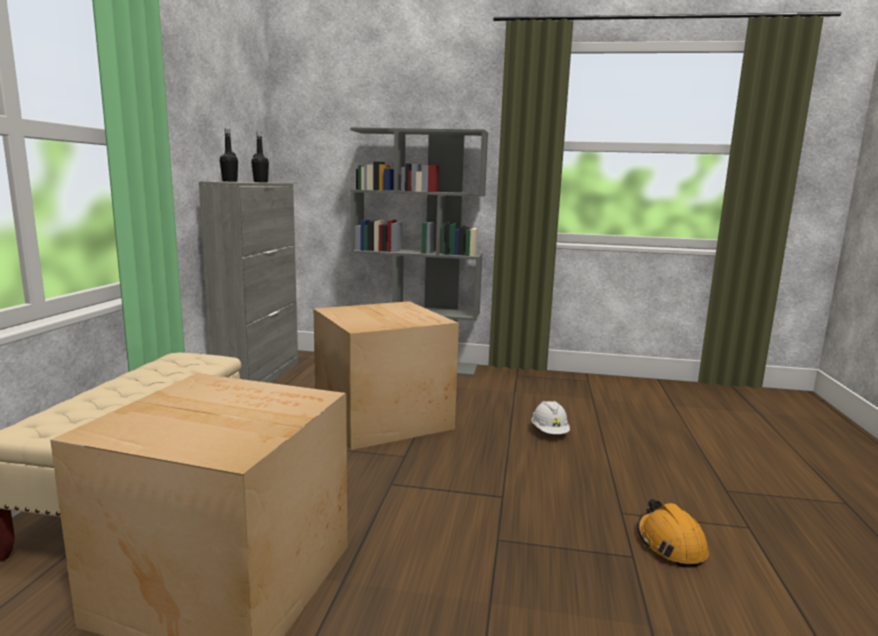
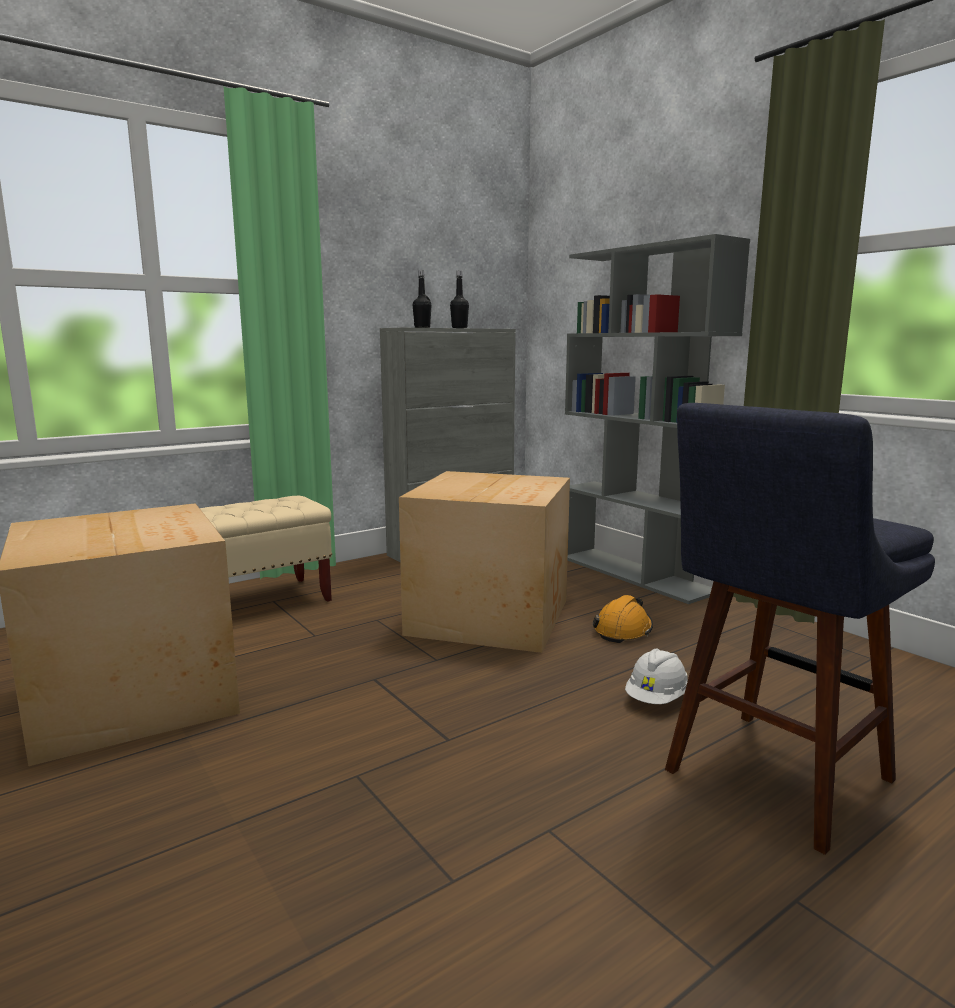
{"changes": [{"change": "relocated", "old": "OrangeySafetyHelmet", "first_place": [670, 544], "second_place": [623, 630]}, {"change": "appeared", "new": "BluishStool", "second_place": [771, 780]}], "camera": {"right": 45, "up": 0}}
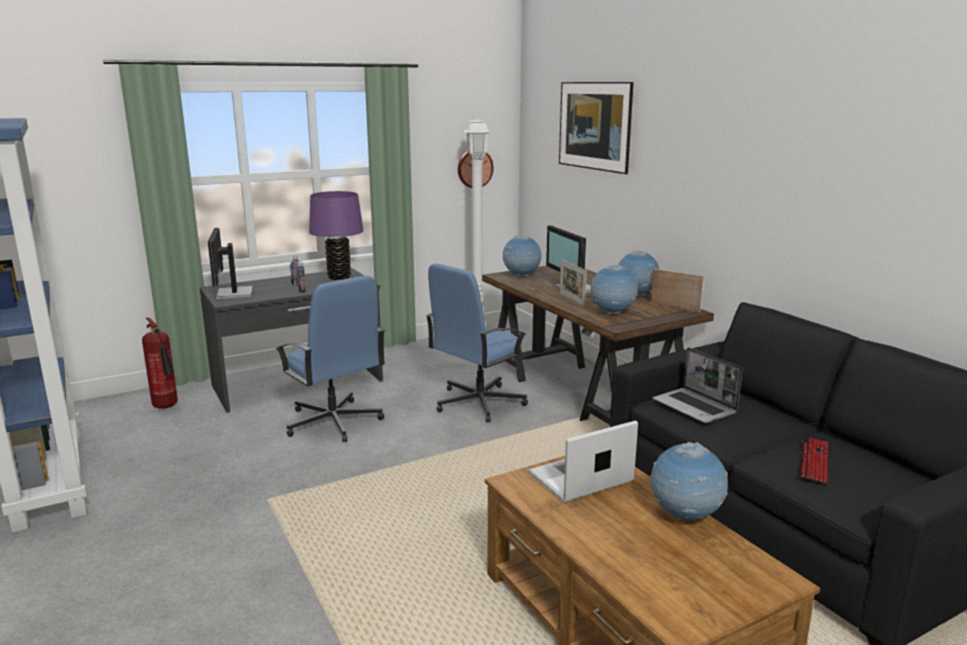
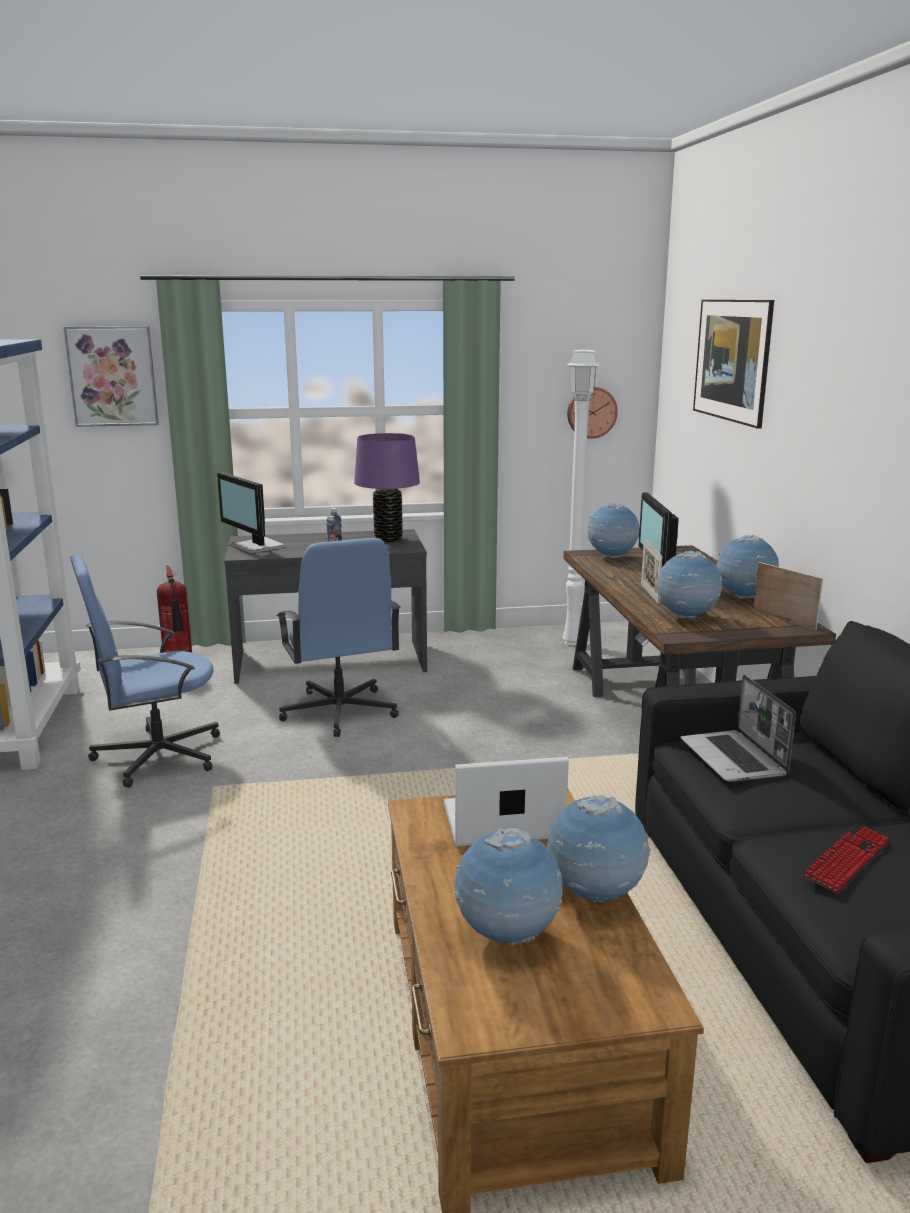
{"changes": [{"change": "appeared", "new": "WallArt", "second_place": [112, 376]}, {"change": "relocated", "old": "BluishComputerChair", "first_place": [478, 403], "second_place": [156, 756]}, {"change": "spun", "old": "ComputerScreen", "first_place": [232, 293], "second_place": [256, 546], "degrees": -45}, {"change": "appeared", "new": "DeskGlobe", "second_place": [507, 936]}], "camera": {"right": 20, "up": 0}}
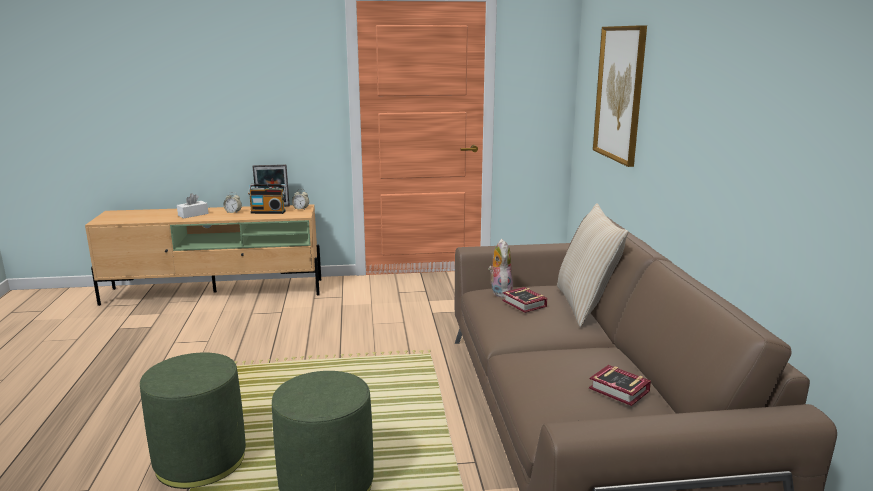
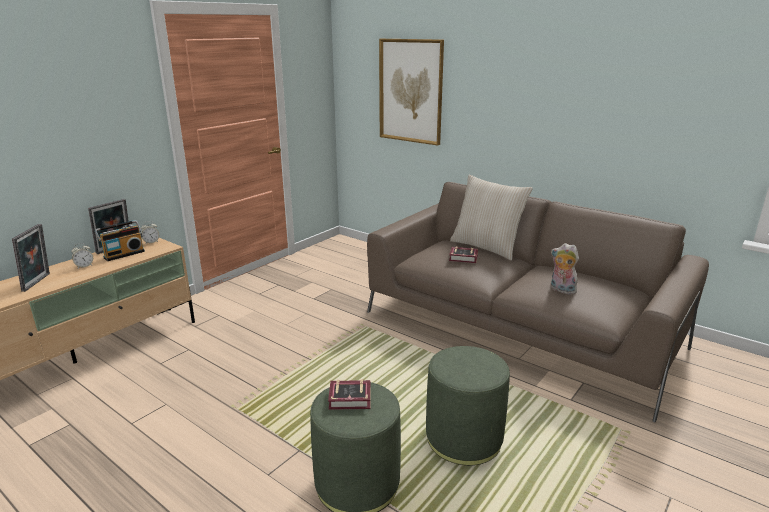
{"changes": [{"change": "exchanged", "old": "WhitishBoxOfTissues", "new": "PictureFrame", "first_place": [193, 214], "second_place": [38, 282]}, {"change": "relocated", "old": "BoundBook", "first_place": [620, 391], "second_place": [352, 399]}, {"change": "relocated", "old": "SoftToy", "first_place": [499, 292], "second_place": [561, 290]}], "camera": {"right": -45, "up": 5}}
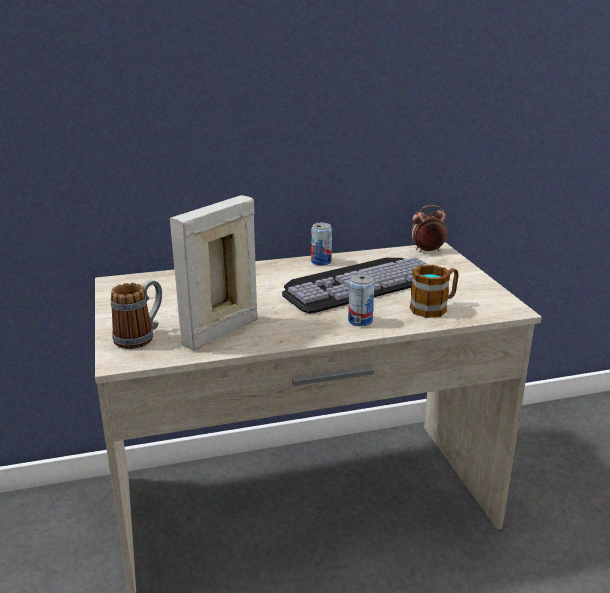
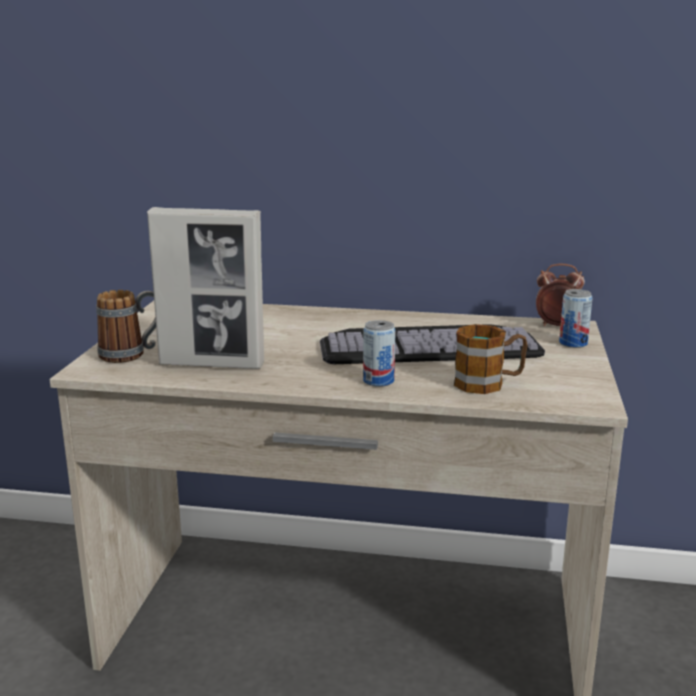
{"changes": [{"change": "spun", "old": "PictureFrame", "first_place": [220, 332], "second_place": [212, 364], "degrees": -150}, {"change": "relocated", "old": "Can", "first_place": [321, 262], "second_place": [573, 343]}], "camera": {"right": 25, "up": -5}}
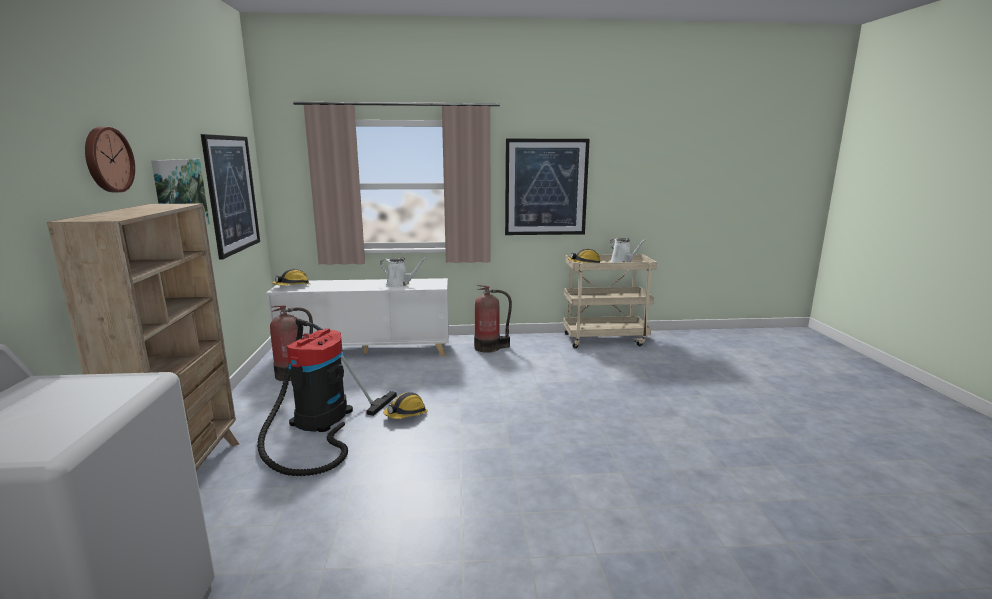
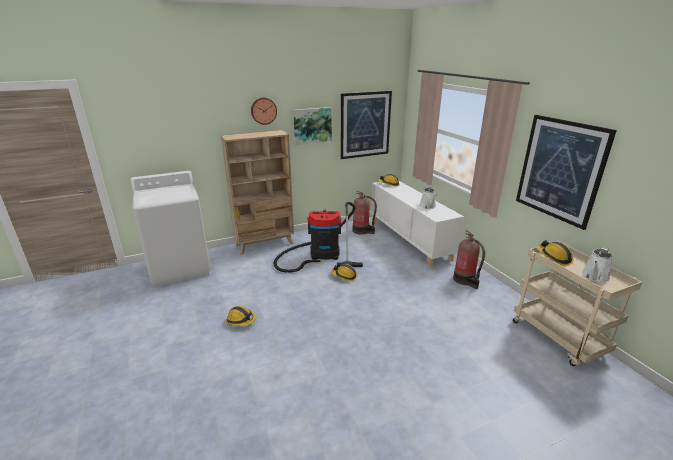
{"changes": [{"change": "appeared", "new": "SafetyHelmet", "second_place": [241, 320]}], "camera": {"right": 70, "up": 10}}
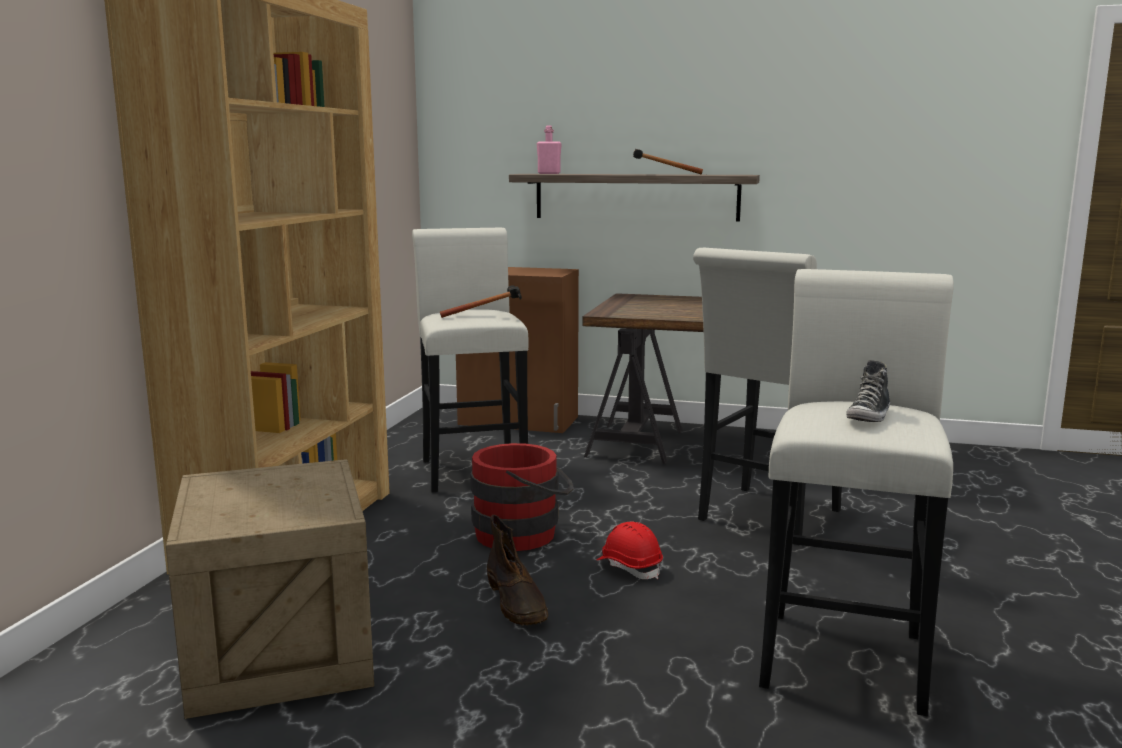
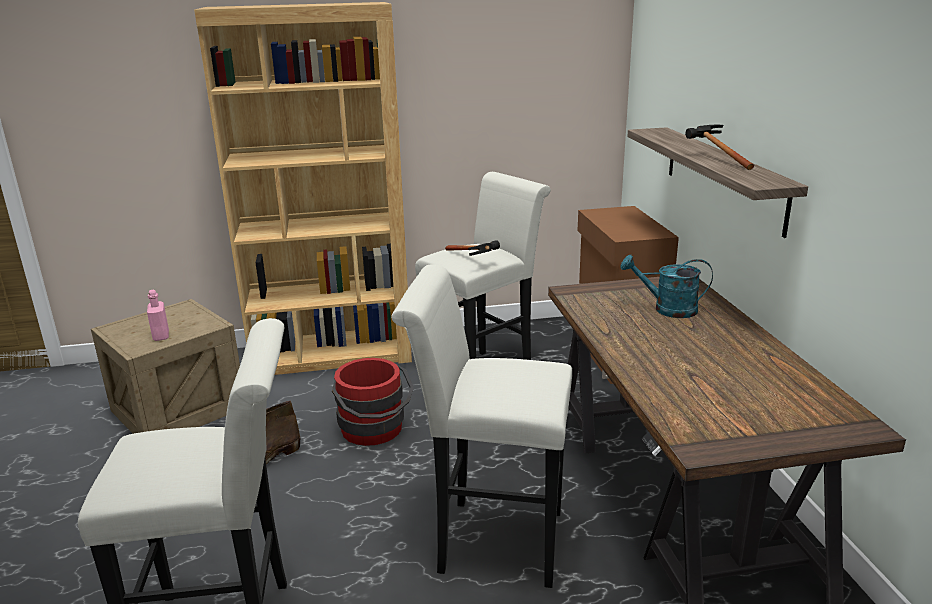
{"changes": [{"change": "relocated", "old": "PinkishBottle", "first_place": [549, 173], "second_place": [161, 336]}, {"change": "appeared", "new": "TurquoiseColouredWateringCan", "second_place": [667, 309]}, {"change": "missing", "old": "RedColouredSafetyHelmet", "first_place": [629, 567]}, {"change": "missing", "old": "Shoe", "first_place": [869, 416]}], "camera": {"right": 65, "up": 10}}
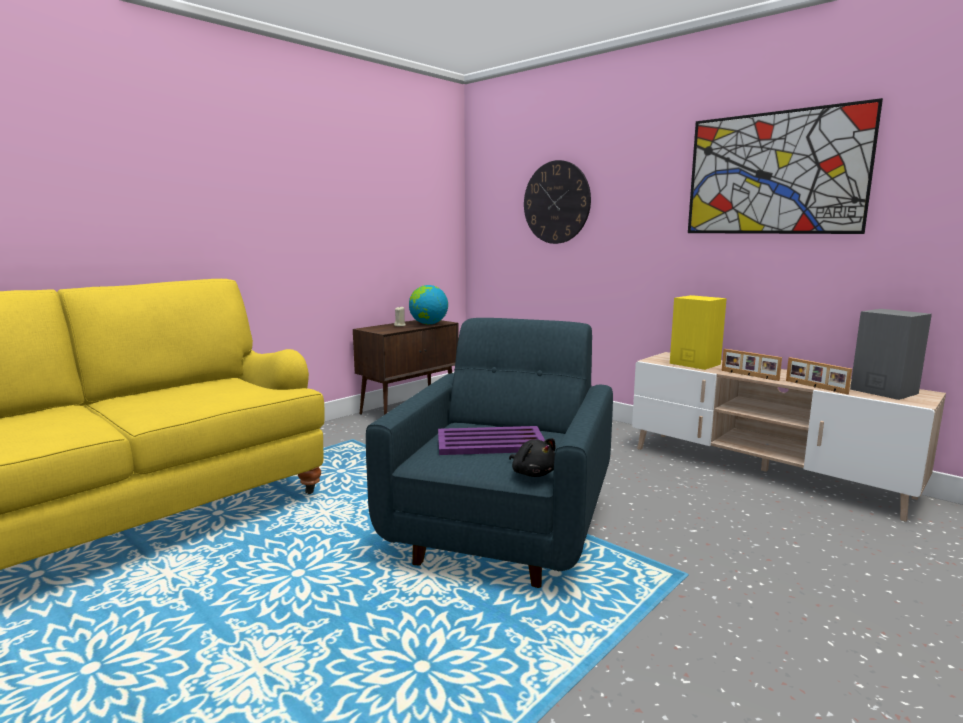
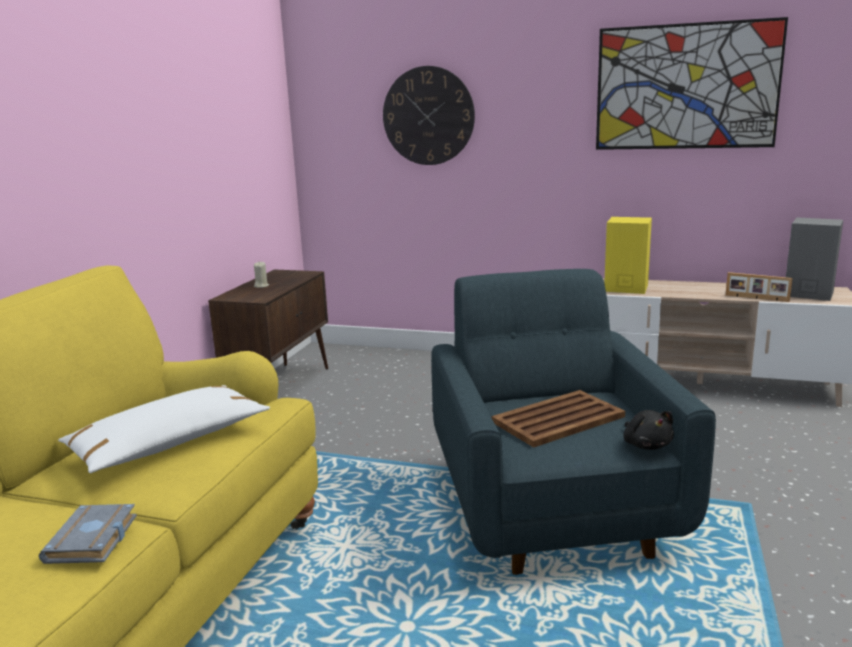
{"changes": [{"change": "appeared", "new": "GrayBoundBook", "second_place": [94, 540]}, {"change": "appeared", "new": "WhitishPillow", "second_place": [169, 443]}, {"change": "colour", "old": "PurplishServingTray", "new": "BrownColouredServingTray", "first_place": [492, 442], "second_place": [559, 419]}, {"change": "spun", "old": "BlackColouredSoftToy", "first_place": [532, 473], "second_place": [646, 445], "degrees": 45}, {"change": "missing", "old": "DeskGlobe", "first_place": [428, 324]}, {"change": "missing", "old": "PictureFrame", "first_place": [749, 375]}], "camera": {"right": -25, "up": 5}}
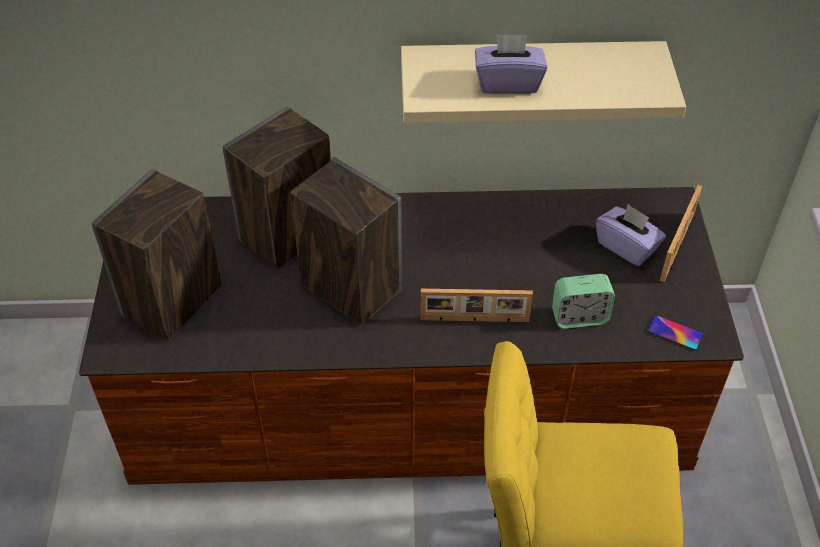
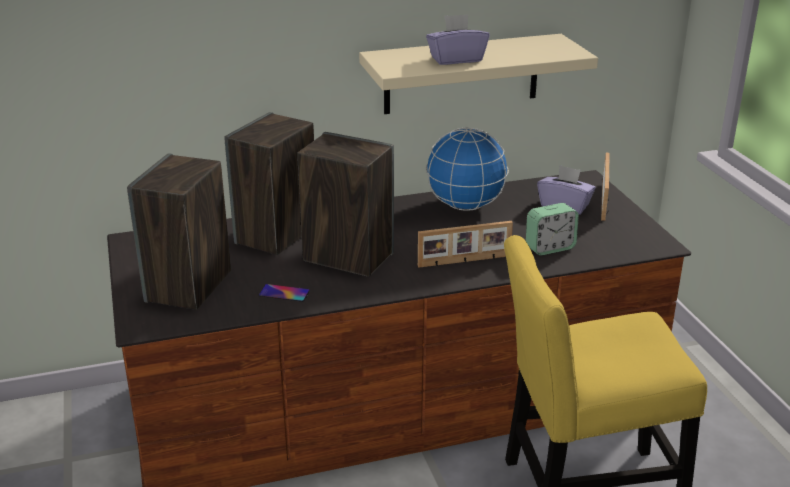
{"changes": [{"change": "relocated", "old": "Phone", "first_place": [675, 333], "second_place": [284, 293]}, {"change": "appeared", "new": "DeskGlobe", "second_place": [466, 206]}], "camera": {"right": -15, "up": -20}}
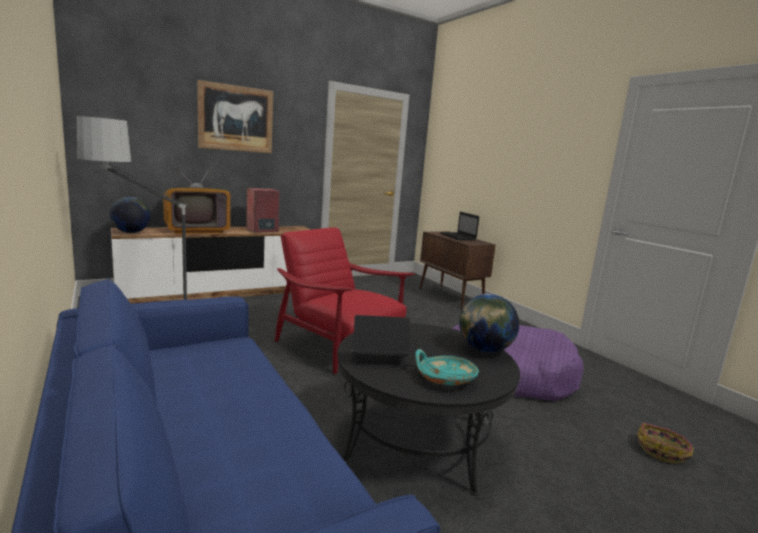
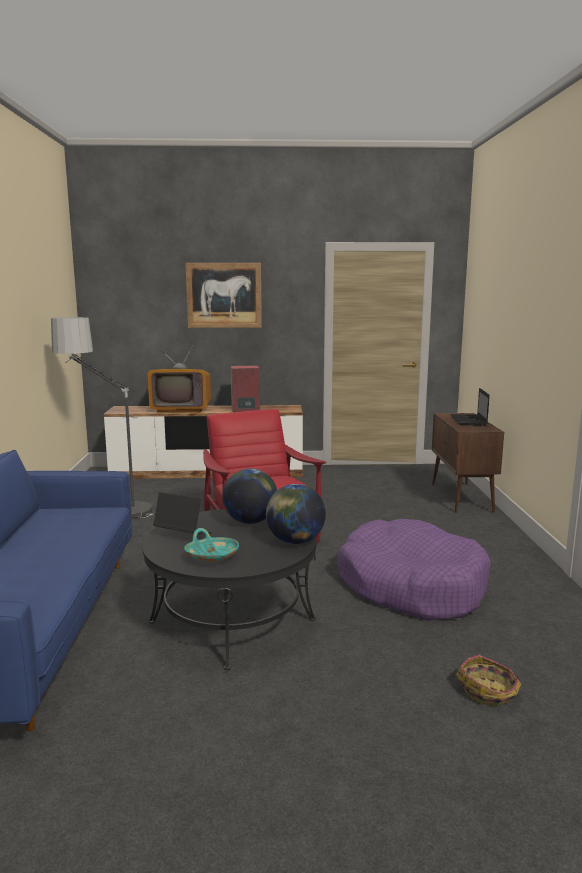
{"changes": [{"change": "relocated", "old": "DeskGlobe", "first_place": [131, 232], "second_place": [250, 521]}], "camera": {"right": 30, "up": 0}}
